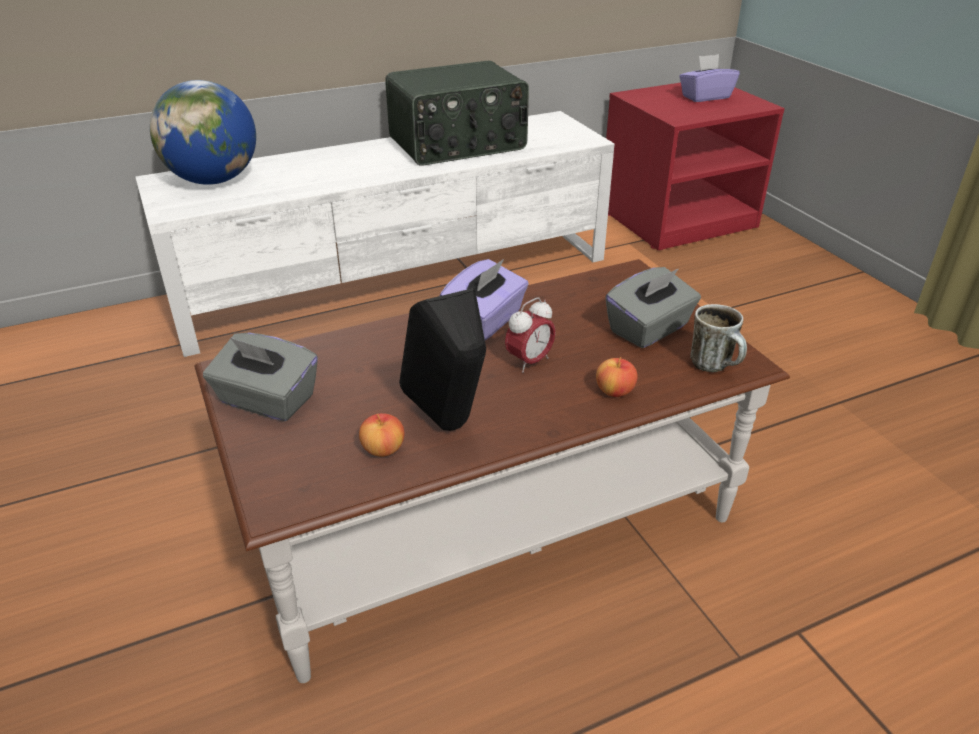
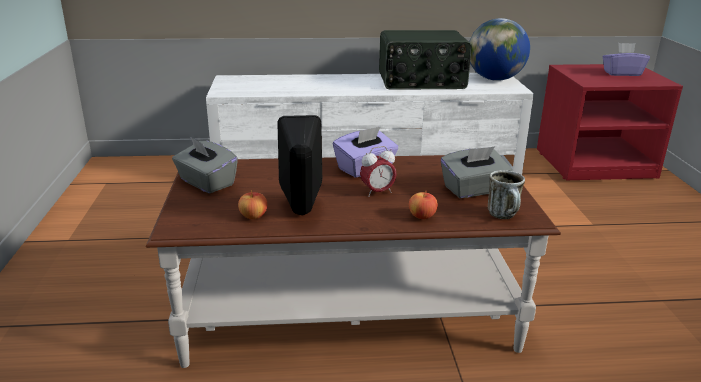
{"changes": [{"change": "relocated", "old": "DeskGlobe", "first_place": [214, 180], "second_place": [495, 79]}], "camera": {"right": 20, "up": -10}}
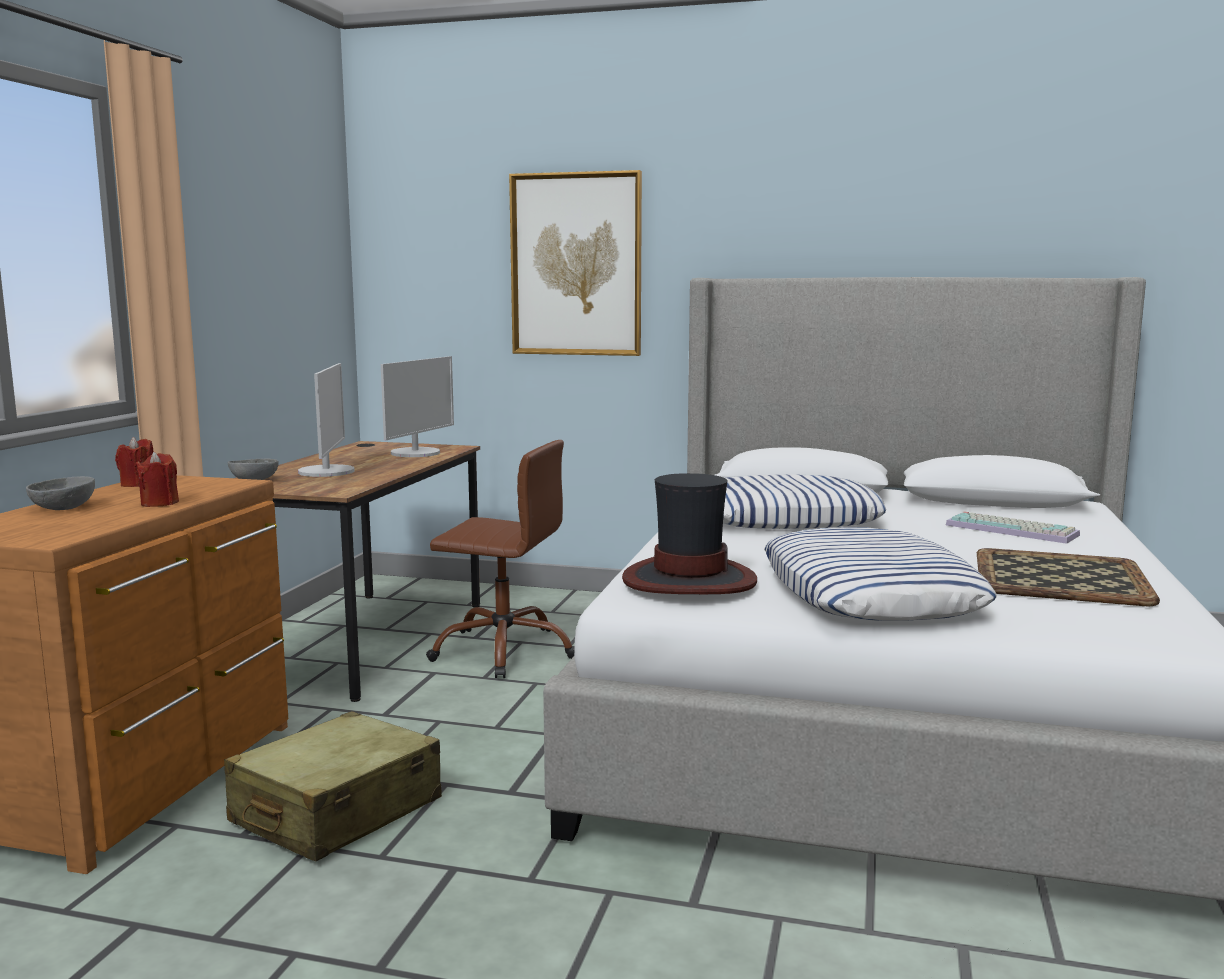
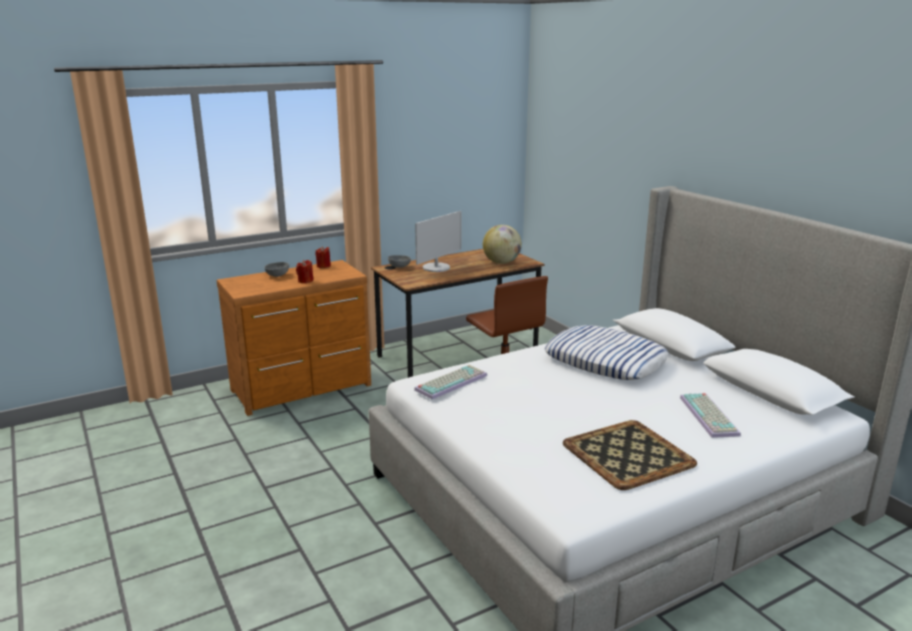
{"changes": [{"change": "exchanged", "old": "ClothingHat", "new": "Keyboard", "first_place": [688, 580], "second_place": [451, 382]}, {"change": "exchanged", "old": "ComputerScreen", "new": "DeskGlobe", "first_place": [416, 453], "second_place": [501, 262]}, {"change": "missing", "old": "SandColouredPieceOfLuggage", "first_place": [336, 812]}, {"change": "missing", "old": "WallArt", "first_place": [576, 265]}, {"change": "missing", "old": "Pillow", "first_place": [870, 593]}], "camera": {"right": 45, "up": 10}}
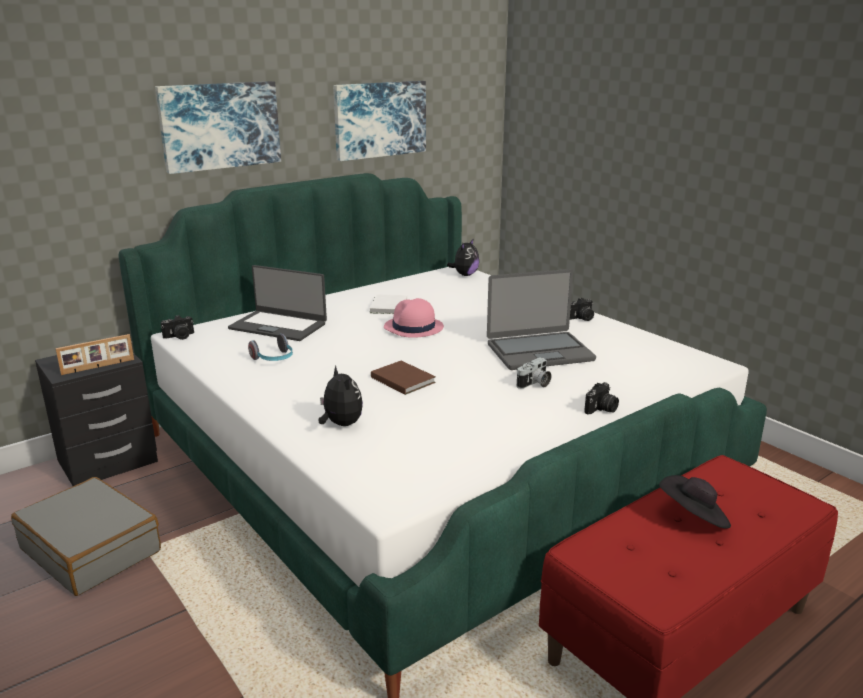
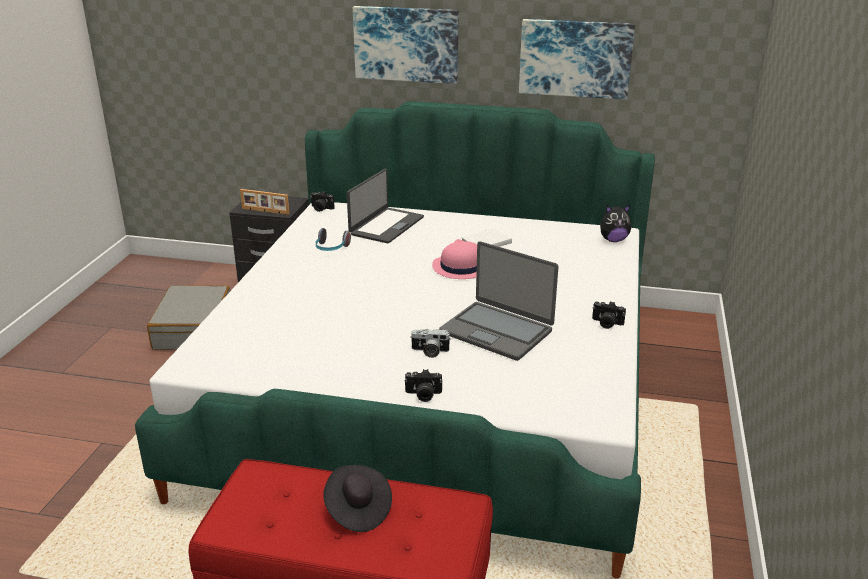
{"changes": [{"change": "spun", "old": "Laptop", "first_place": [278, 326], "second_place": [386, 225], "degrees": -135}, {"change": "missing", "old": "SoftToy", "first_place": [341, 424]}, {"change": "missing", "old": "BrownColouredBoundBook", "first_place": [402, 379]}], "camera": {"right": 50, "up": 5}}
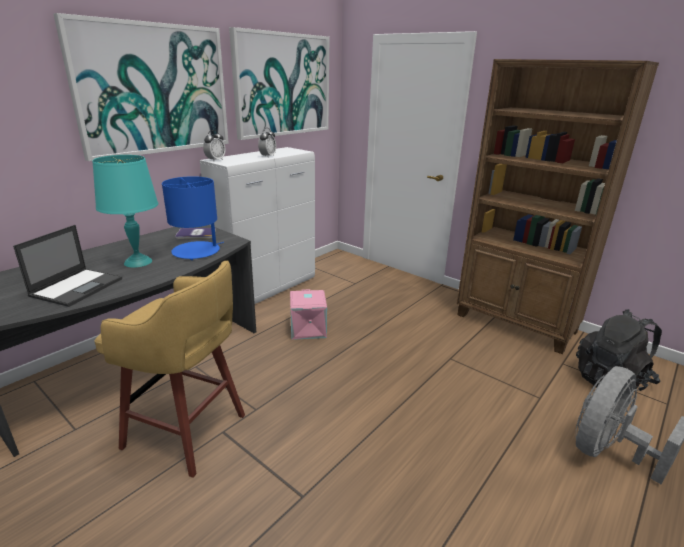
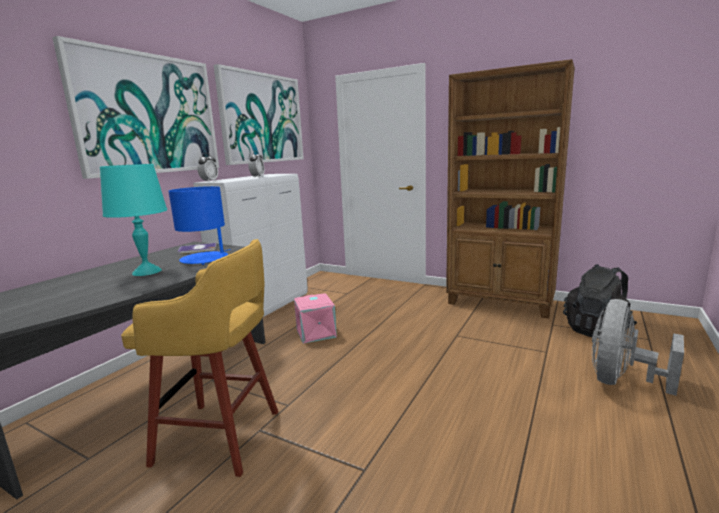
{"changes": [{"change": "missing", "old": "Laptop", "first_place": [78, 287]}], "camera": {"right": -10, "up": -10}}
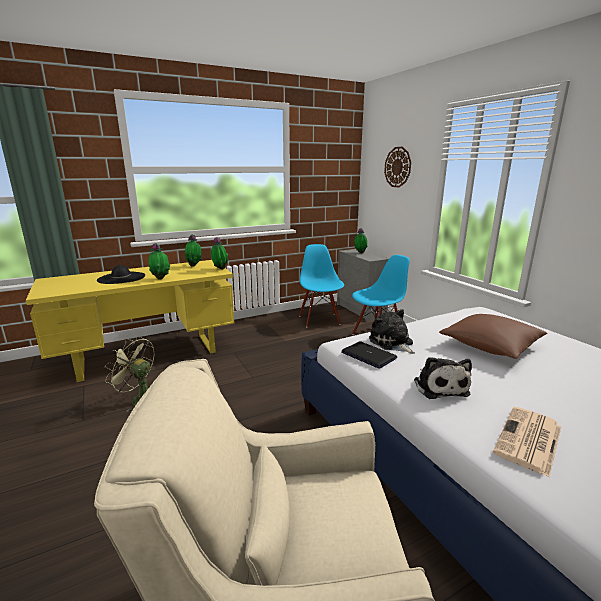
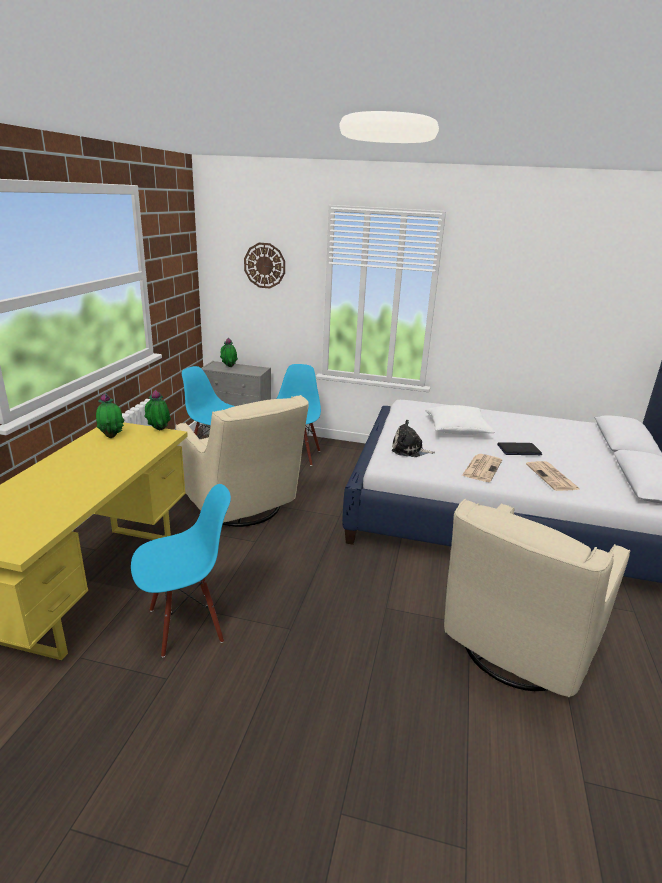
{"changes": [{"change": "exchanged", "old": "GreenColouredFan", "new": "BluishPlainChair", "first_place": [139, 399], "second_place": [186, 623]}, {"change": "appeared", "new": "SandColouredArmchair", "second_place": [243, 507]}, {"change": "colour", "old": "BrownColouredPillow", "new": "WhitishPillow", "first_place": [490, 346], "second_place": [457, 429]}, {"change": "exchanged", "old": "SoftToy", "new": "PrintedPaper", "first_place": [439, 386], "second_place": [482, 468]}, {"change": "relocated", "old": "Laptop", "first_place": [369, 355], "second_place": [519, 450]}, {"change": "missing", "old": "BlackColouredClothingHat", "first_place": [121, 278]}, {"change": "missing", "old": "PottedPlant", "first_place": [161, 278]}], "camera": {"right": -50, "up": 5}}
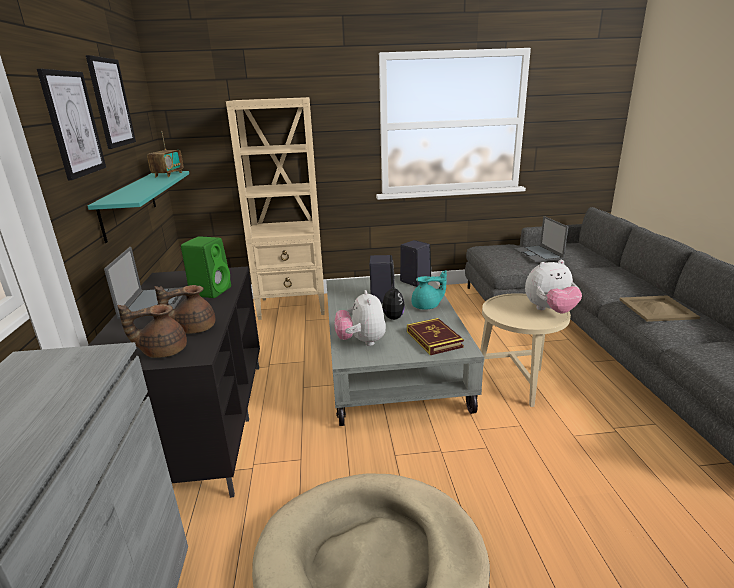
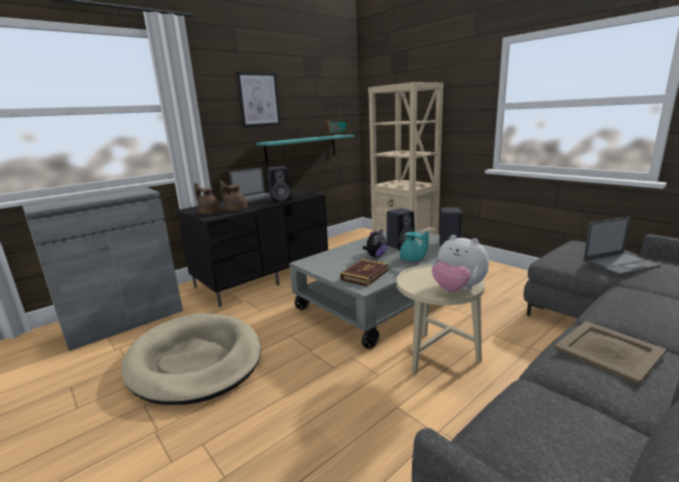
{"changes": [{"change": "colour", "old": "GreenColouredSpeaker", "new": "BlackColouredSpeaker", "first_place": [211, 291], "second_place": [281, 200]}, {"change": "spun", "old": "Laptop", "first_place": [538, 254], "second_place": [620, 263], "degrees": -150}, {"change": "missing", "old": "WallArt", "first_place": [111, 103]}, {"change": "missing", "old": "SoftToy", "first_place": [361, 342]}], "camera": {"right": 55, "up": -5}}
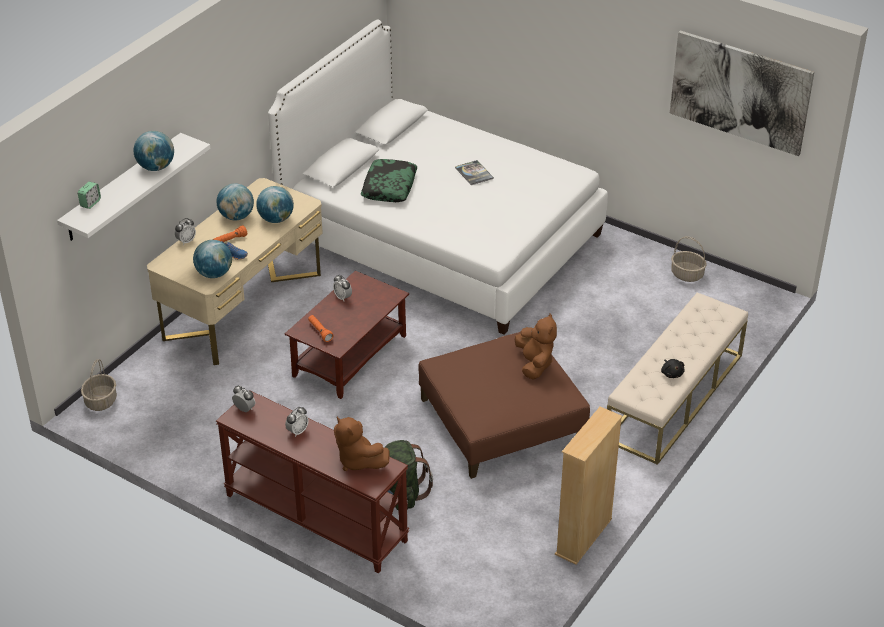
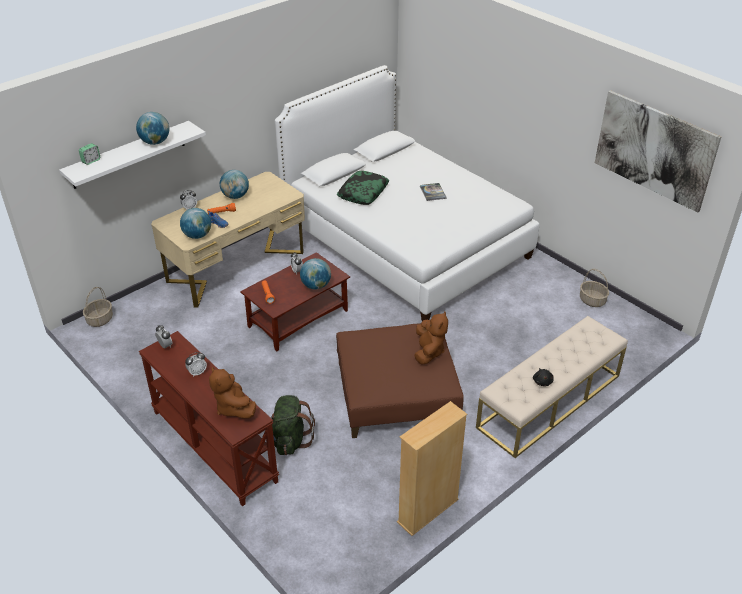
{"changes": [{"change": "relocated", "old": "DeskGlobe", "first_place": [276, 219], "second_place": [316, 286]}], "camera": {"right": 15, "up": 0}}
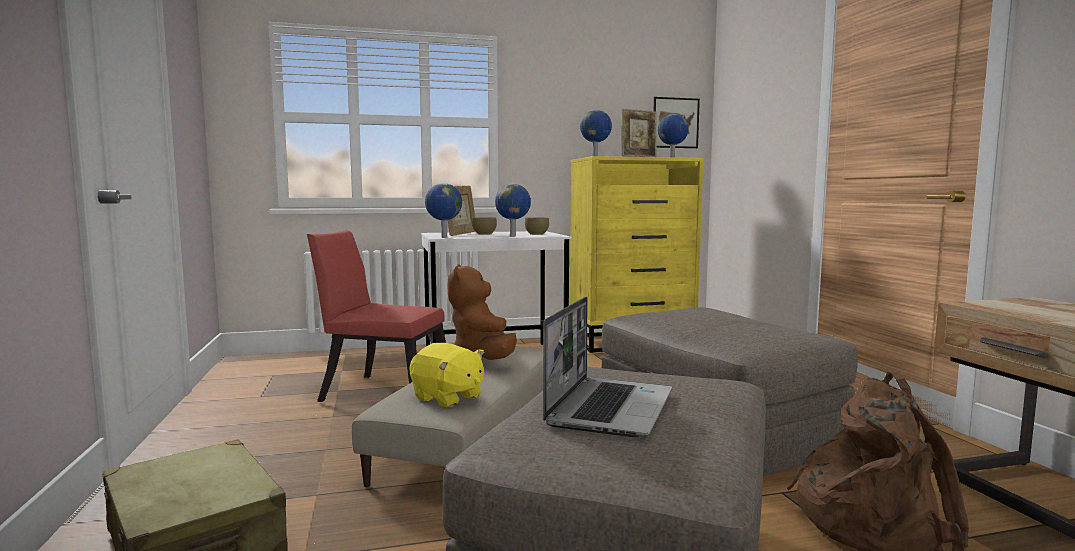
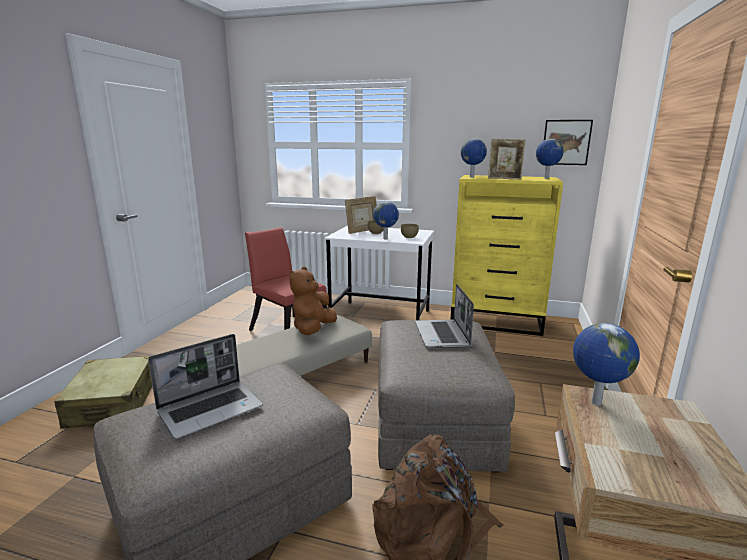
{"changes": [{"change": "appeared", "new": "Laptop", "second_place": [442, 335]}, {"change": "relocated", "old": "DeskGlobe", "first_place": [443, 237], "second_place": [595, 402]}, {"change": "missing", "old": "YellowishSoftToy", "first_place": [448, 398]}], "camera": {"right": 30, "up": 10}}
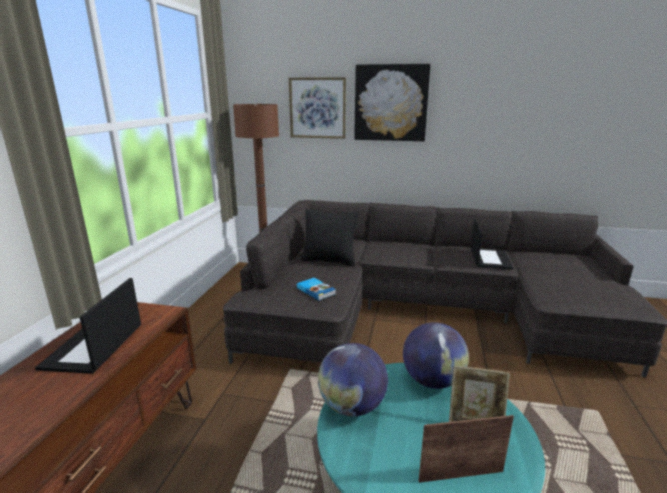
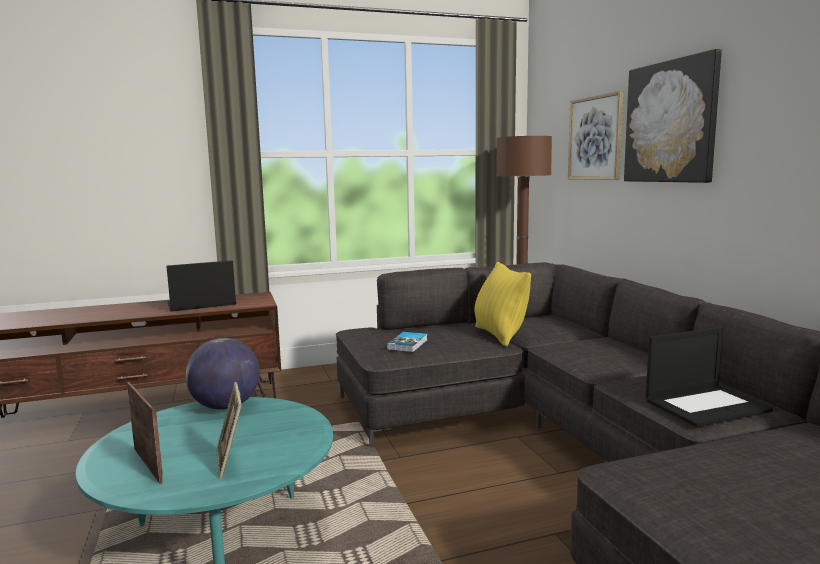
{"changes": [{"change": "colour", "old": "BlackColouredPillow", "new": "YellowishPillow", "first_place": [329, 261], "second_place": [499, 335]}, {"change": "missing", "old": "DeskGlobe", "first_place": [432, 381]}], "camera": {"right": 60, "up": -10}}
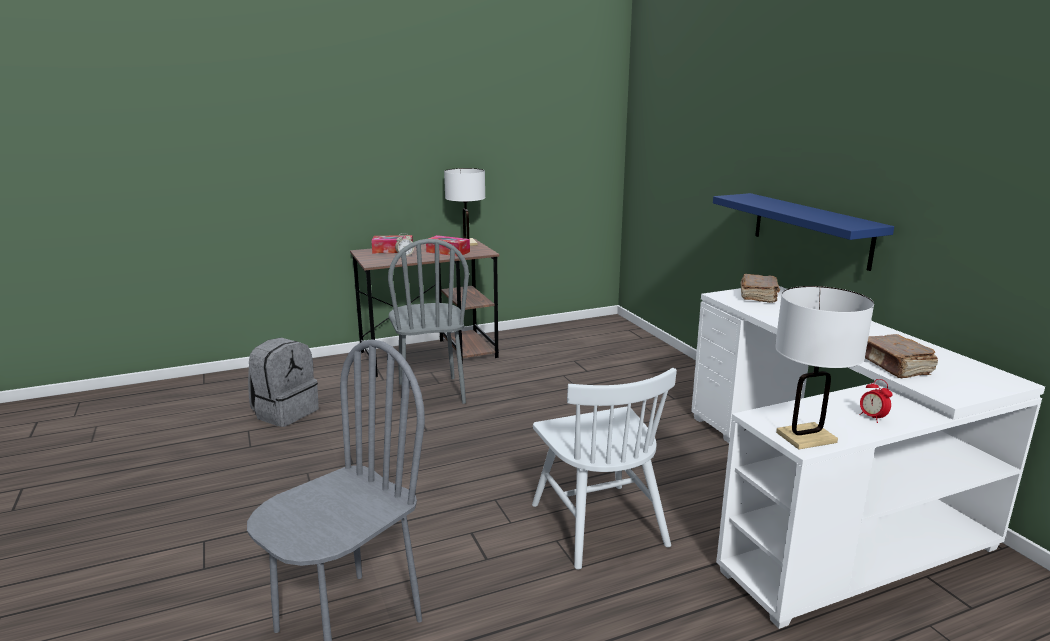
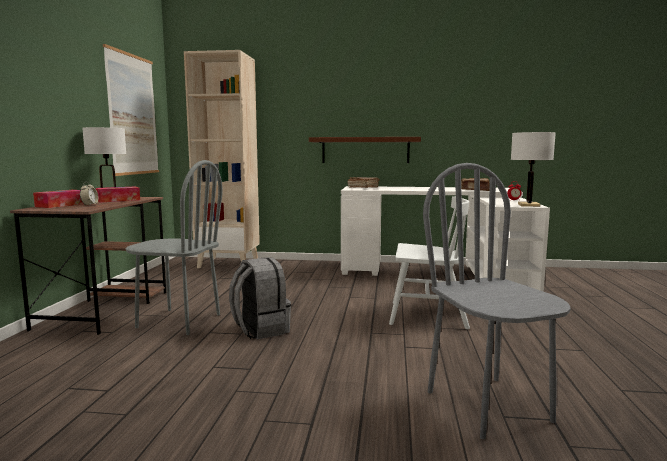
{"changes": [{"change": "appeared", "new": "WallArt", "second_place": [132, 115]}, {"change": "appeared", "new": "SandColouredBookshelf", "second_place": [229, 263]}, {"change": "relocated", "old": "GrayBackpack", "first_place": [285, 412], "second_place": [260, 329]}, {"change": "colour", "old": "BluishShelf", "new": "BrownColouredShelf", "first_place": [811, 229], "second_place": [365, 150]}], "camera": {"right": -60, "up": -10}}
